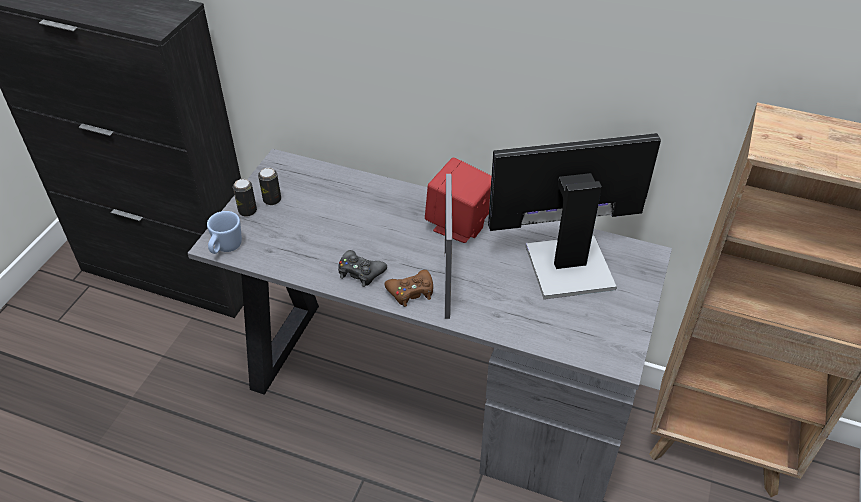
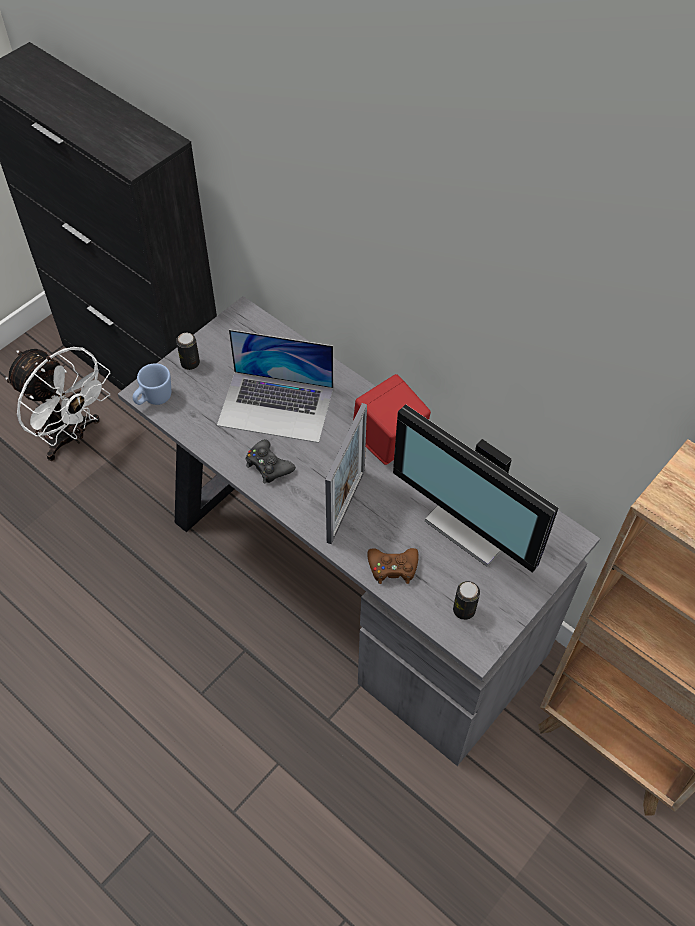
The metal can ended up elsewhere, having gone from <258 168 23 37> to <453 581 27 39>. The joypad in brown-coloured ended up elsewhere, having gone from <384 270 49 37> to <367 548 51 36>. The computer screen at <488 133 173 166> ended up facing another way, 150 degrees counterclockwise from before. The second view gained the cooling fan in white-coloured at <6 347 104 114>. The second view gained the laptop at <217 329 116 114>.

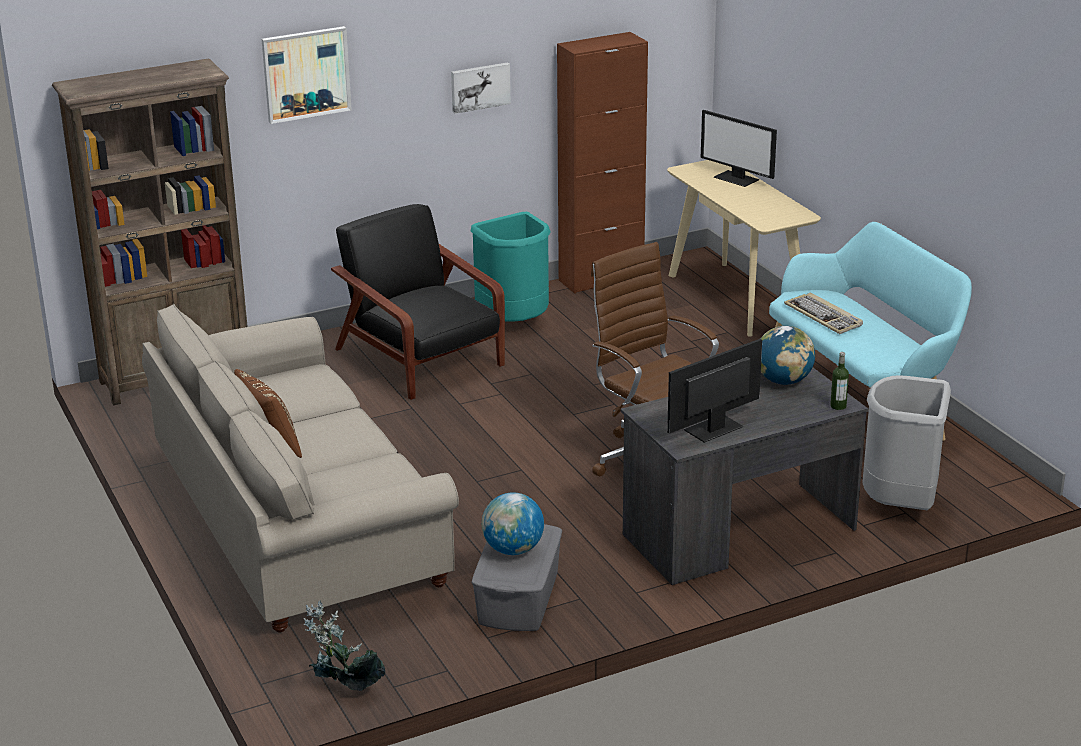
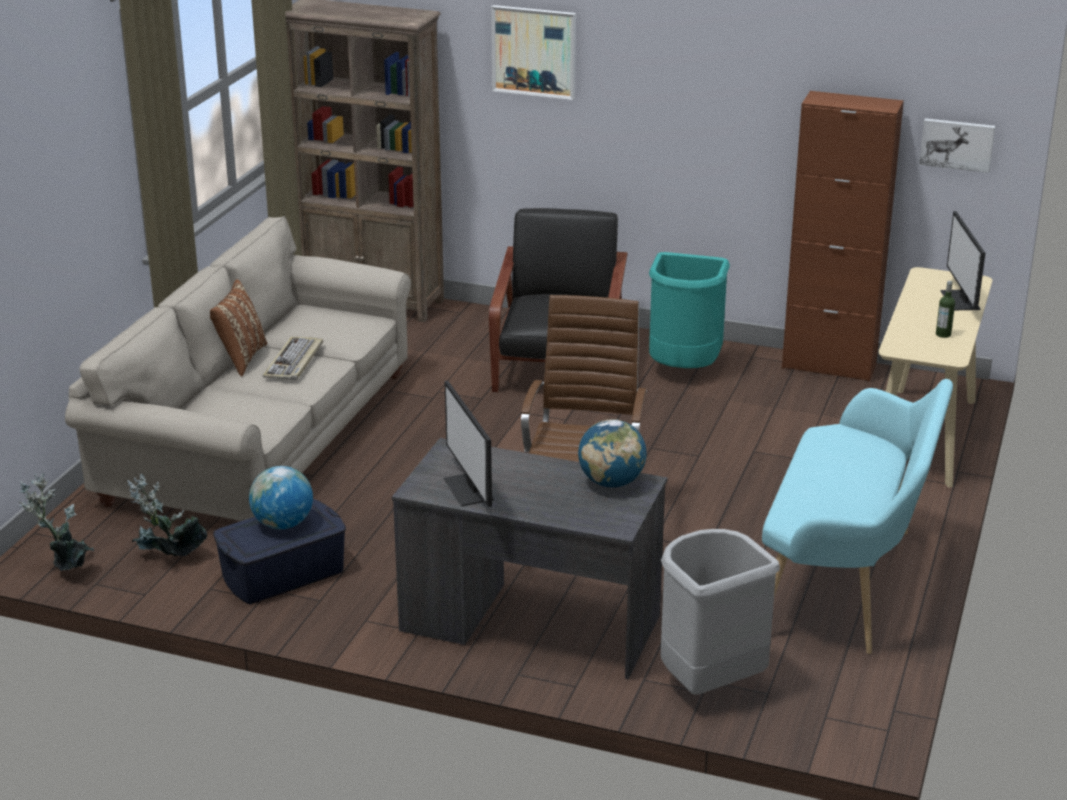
The wall art ended up elsewhere, having gone from <451 62 60 52> to <919 118 76 55>. What was the storage bin in greyish at <472 524 90 107> turned into the storage bin in blue at <213 499 133 105>. The computer screen at <667 339 95 104> ended up facing another way, 120 degrees counterclockwise from before. The PC keyboard ended up elsewhere, having gone from <784 293 79 41> to <263 337 60 44>. The beverage bottle ended up elsewhere, having gone from <830 352 19 58> to <936 281 19 57>. The second view gained the plant in a pot at <127 474 80 82>.

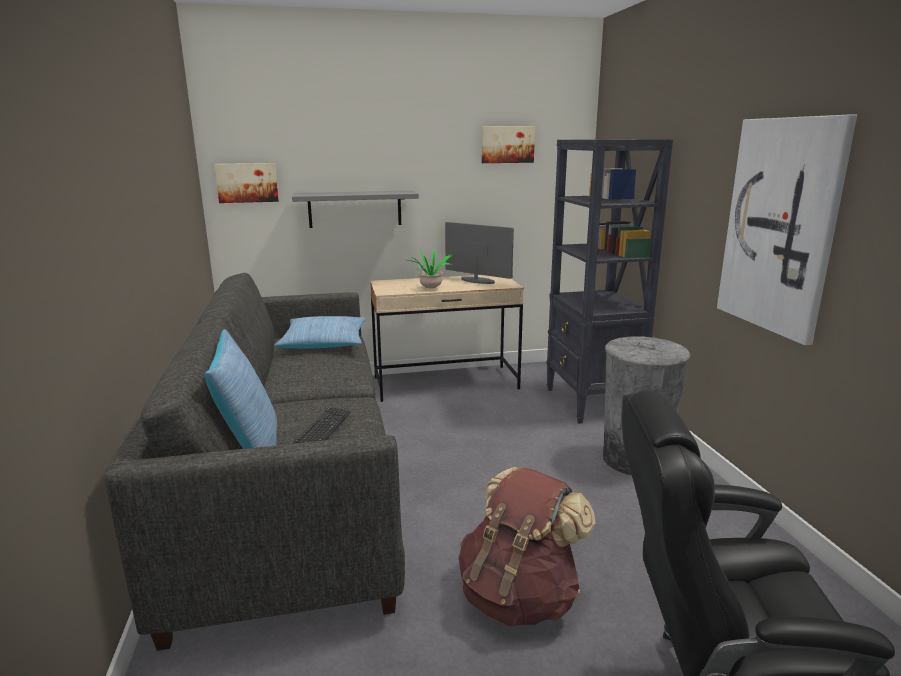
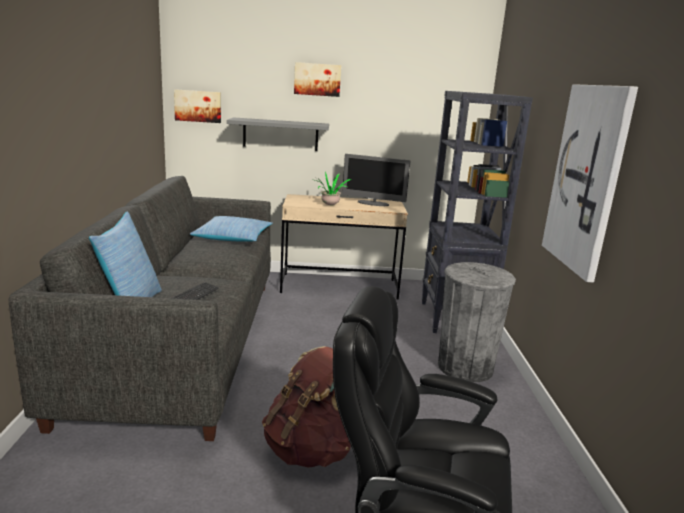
The computer screen at <445 222 69 62> ended up facing another way, 150 degrees clockwise from before. The wall art ended up elsewhere, having gone from <482 126 53 37> to <294 62 47 35>.

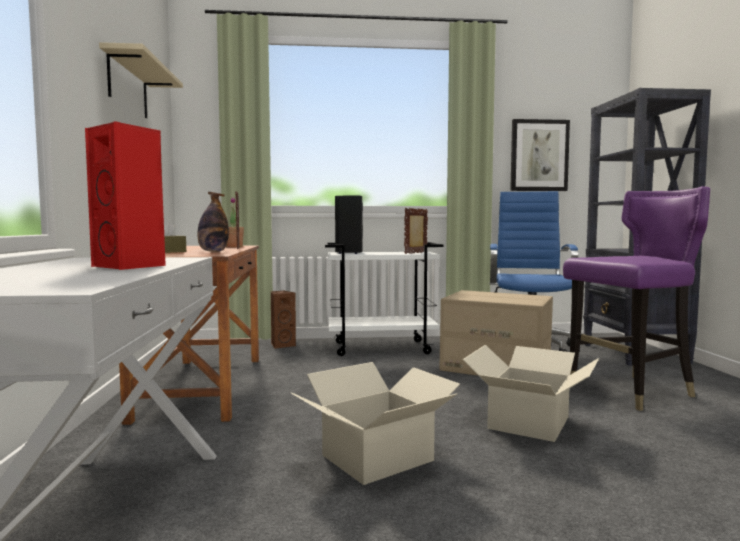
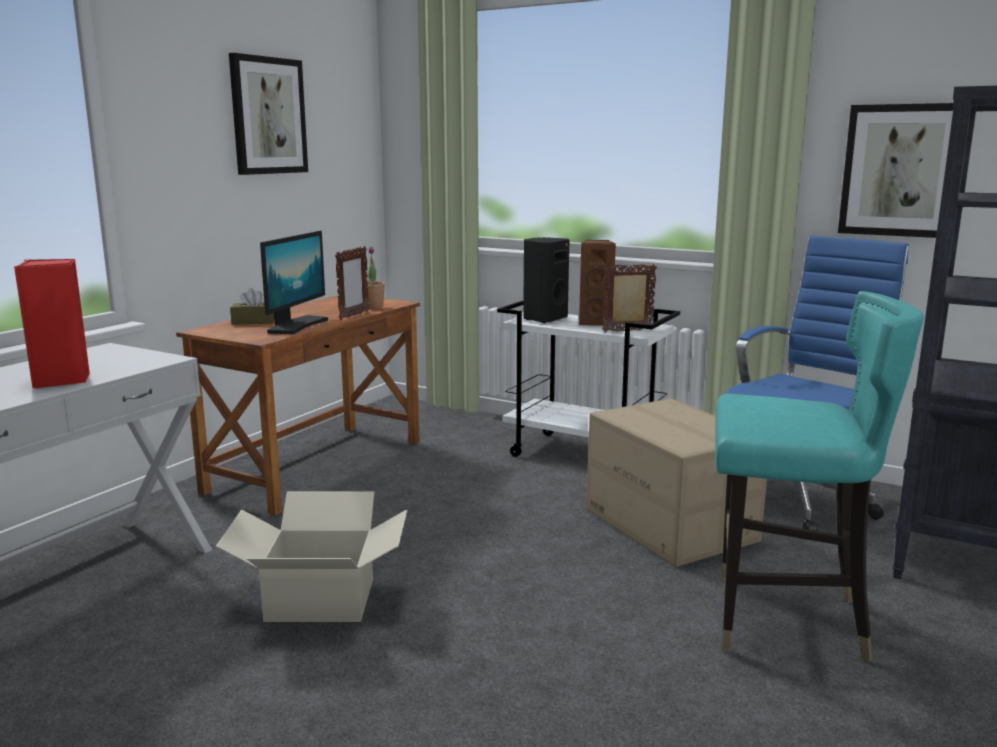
Where the bracket shelf in sand-coloured hung at <99 42 84 76>, the wall art came to hang at <229 53 79 122>. Where the beverage bottle stood at <197 192 32 60>, the computer screen came to stand at <260 231 68 103>. The loudspeaker in brown-coloured ended up elsewhere, having gone from <271 291 25 58> to <579 240 37 86>. The second view lost the cardboard box at <462 345 137 97>. What was the chair in purple-coloured at <563 186 147 225> turned into the chair in blue-green at <715 291 209 371>.

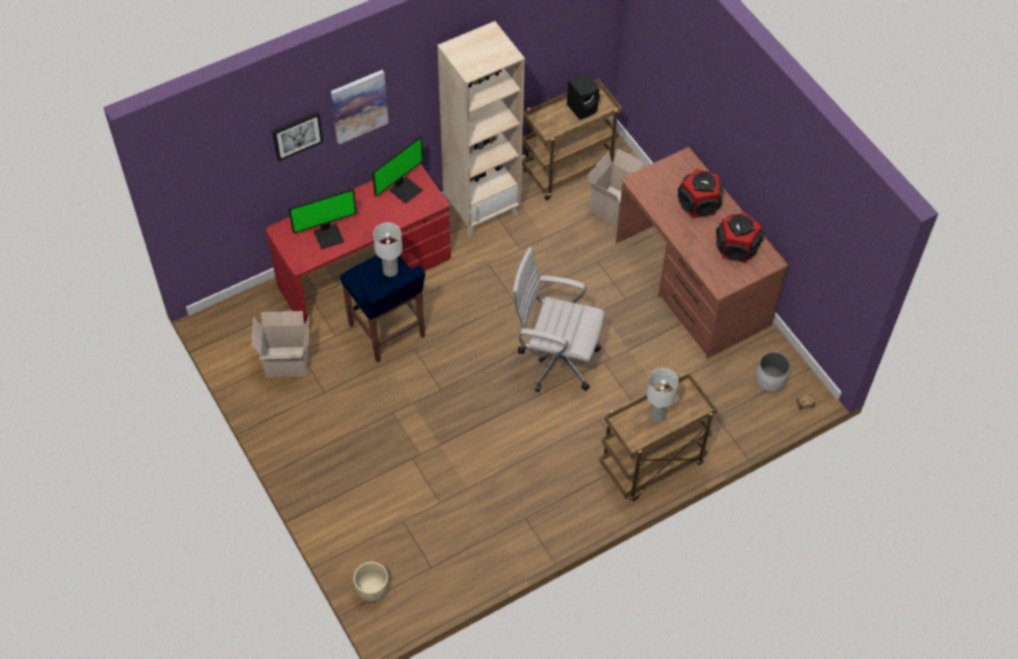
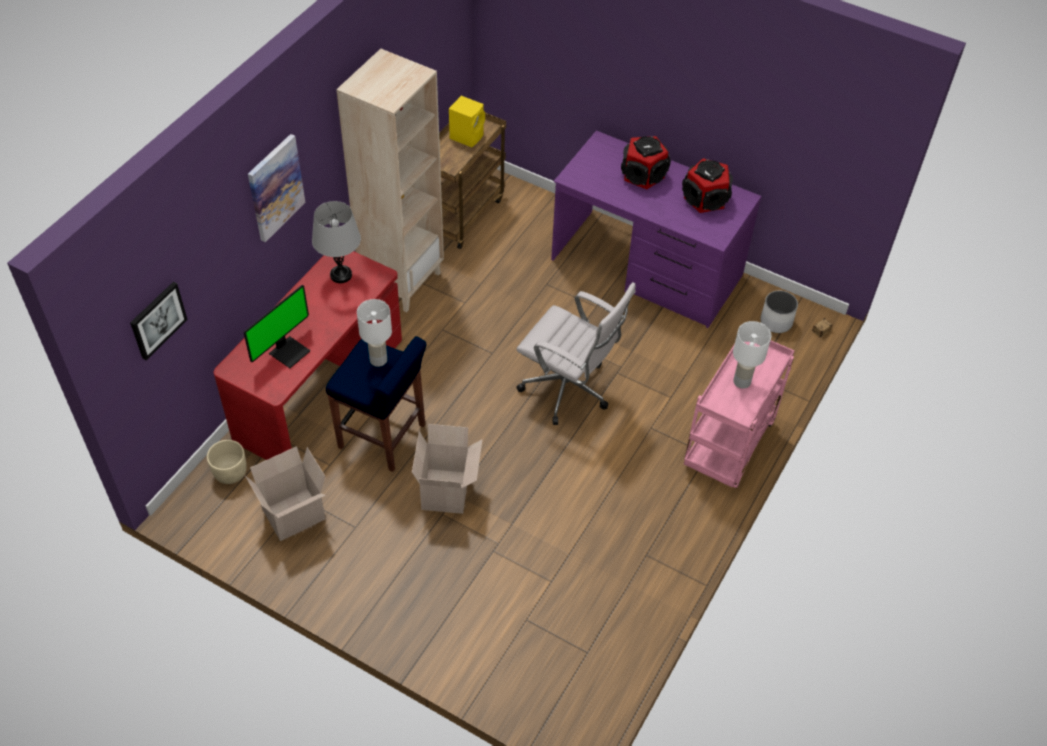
The wall art ended up elsewhere, having gone from <272 111 51 50> to <130 282 58 78>. The plant pot in sand-coloured ended up elsewhere, having gone from <354 562 34 40> to <207 440 40 44>. Where the computer screen stood at <372 136 51 68>, the lamp for a table in greyish came to stand at <312 201 49 82>. The computer chair in white-coloured at <512 247 93 145> ended up facing another way, 135 degrees counterclockwise from before. What was the loudspeaker in black-coloured at <567 72 33 48> turned into the loudspeaker in yellow at <449 96 36 52>. The cardboard box ended up elsewhere, having gone from <587 148 57 77> to <412 424 70 90>. What was the wheeled cart in brown-coloured at <599 373 118 128> turned into the wheeled cart in pink at <684 340 111 148>. What was the desk in brown-coloured at <616 147 172 212> turned into the desk in purple-coloured at <551 130 211 198>.

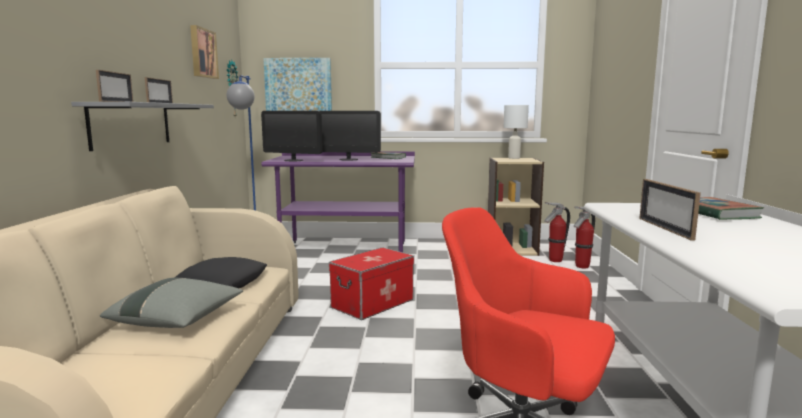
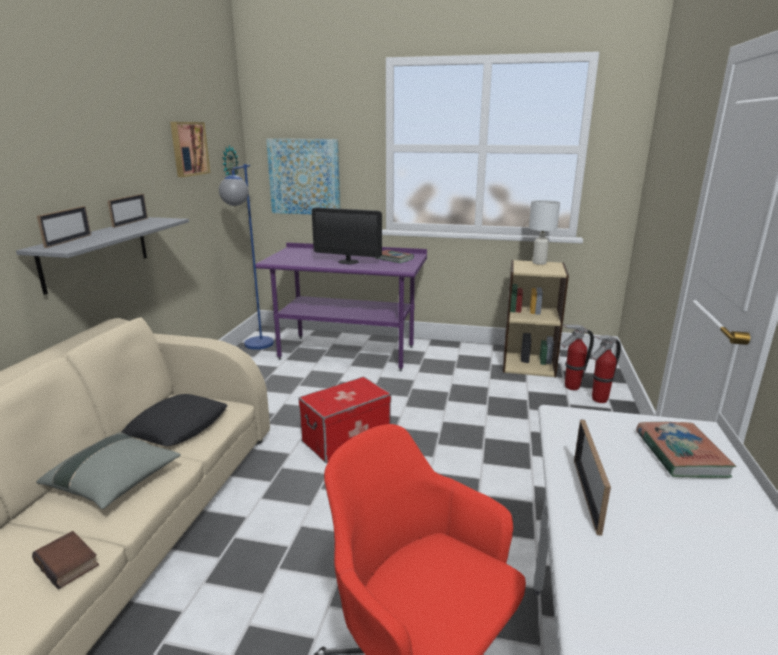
The second view lost the computer screen at <261 111 62 51>. The second view gained the bound book at <32 531 67 58>.

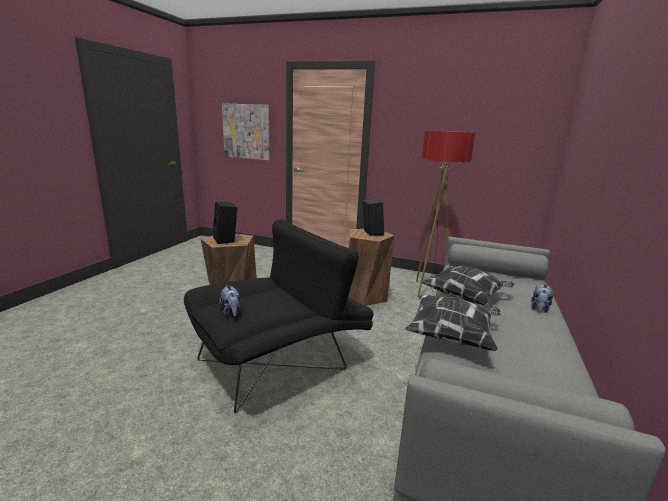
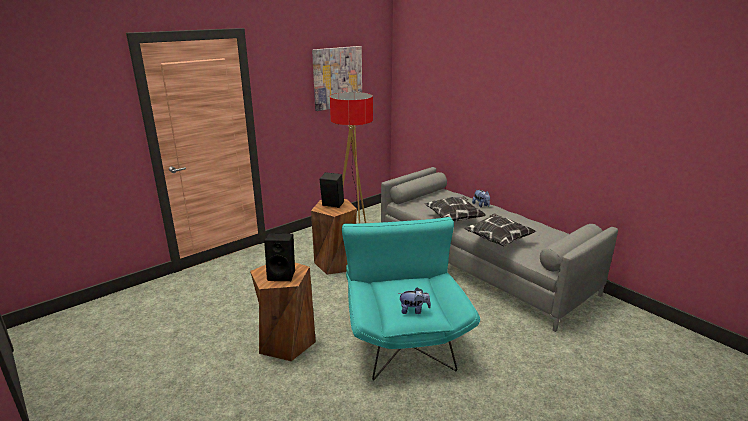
What was the armchair in black-coloured at <184 219 190 194> turned into the armchair in blue-green at <342 217 138 163>. The wall art ended up elsewhere, having gone from <222 103 48 57> to <312 46 50 65>.

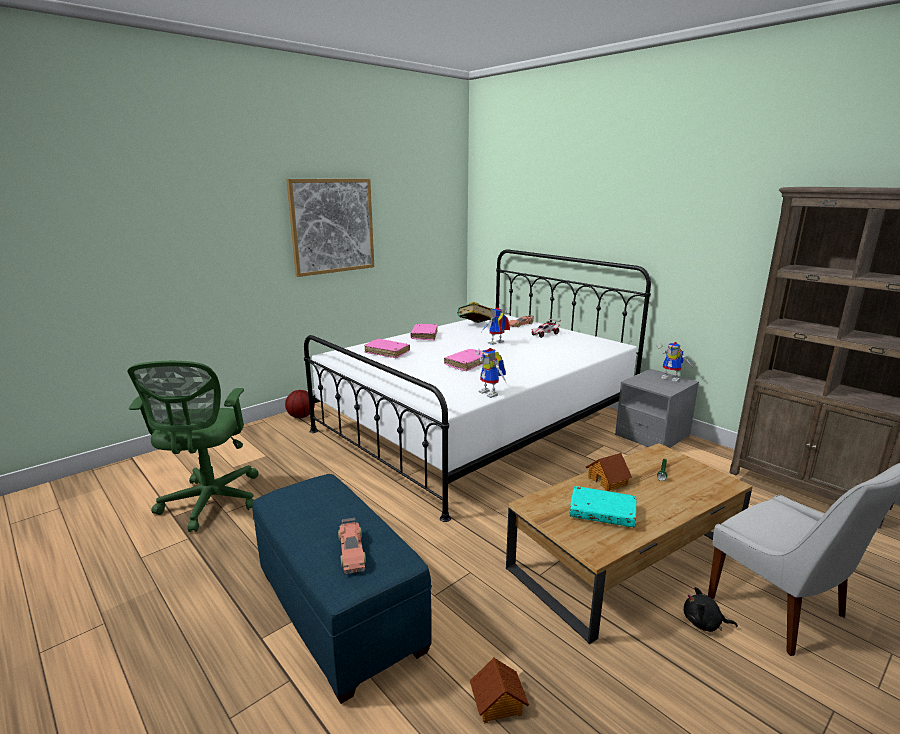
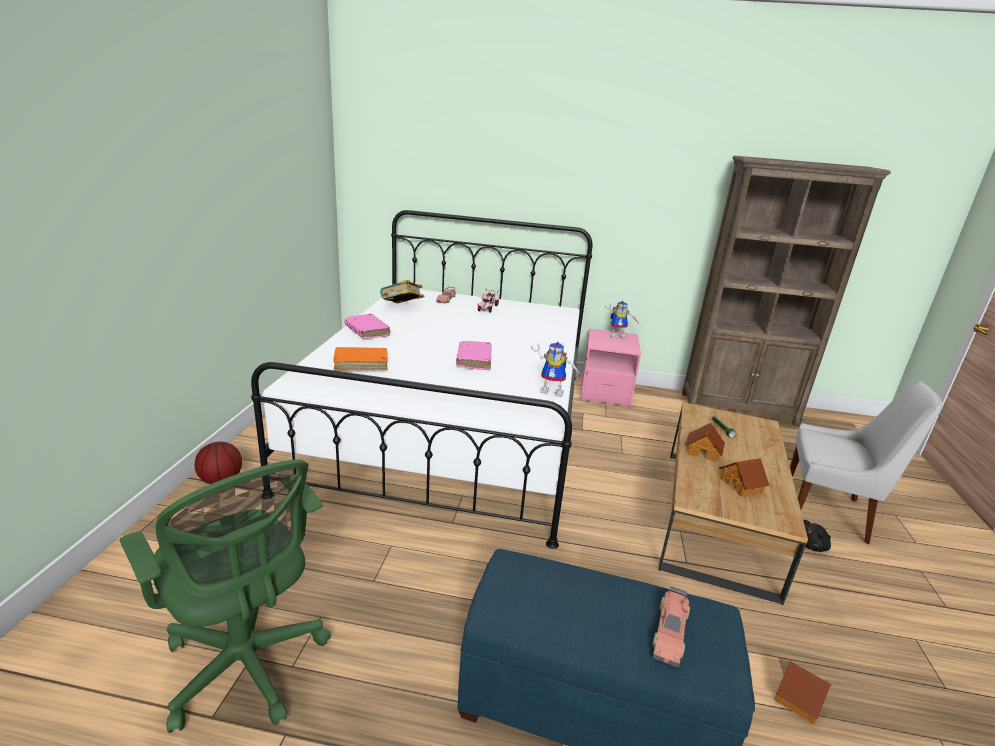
The second view lost the wall art at <286 179 88 98>. The miniature car at <338 518 28 56> ended up facing another way, 75 degrees clockwise from before. What was the bound book in pink at <364 339 46 19> turned into the bound book in orange at <333 347 55 24>. The second view lost the robot figure at <482 307 29 38>. Where the bound book in blue-green stood at <570 486 66 41>, the toy house came to stand at <719 458 51 38>. What was the bedside table in greyish at <615 369 84 79> turned into the bedside table in pink at <580 328 61 79>.

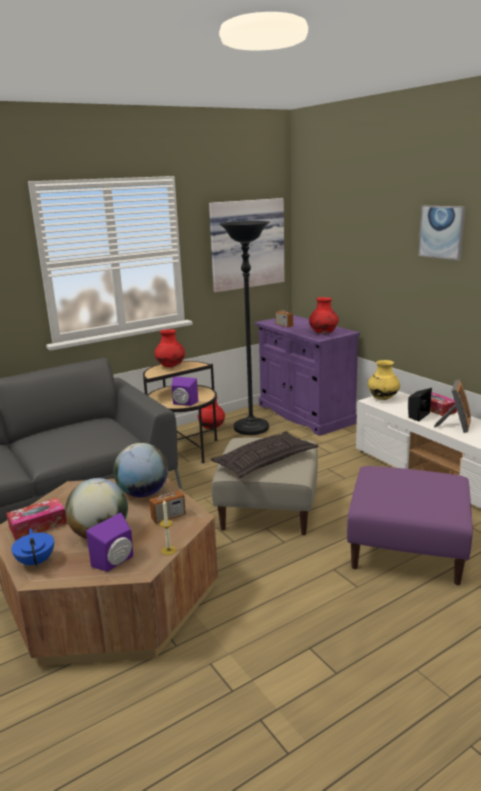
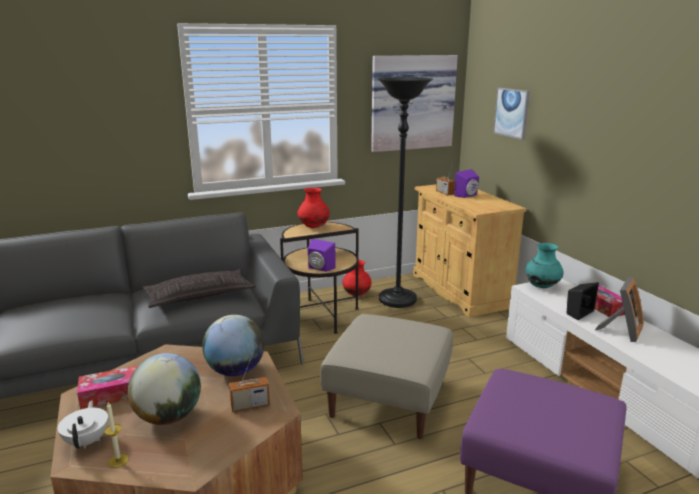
What was the pot for tea in blue at <11 528 43 40> turned into the pot for tea in white-coloured at <58 400 50 49>. The loudspeaker in purple-coloured ended up elsewhere, having gone from <86 513 47 59> to <454 169 25 29>. The wax candle ended up elsewhere, having gone from <160 500 17 55> to <104 402 25 66>. The cushion ended up elsewhere, having gone from <211 431 107 47> to <142 269 114 39>. What was the cabinet in purple-coloured at <255 315 105 121> turned into the cabinet in sand-coloured at <413 184 113 133>. The second view lost the flower vase in reddish at <309 297 30 37>. What was the flower vase in yellow at <368 360 32 40> turned into the flower vase in blue-green at <525 243 39 45>. The wall art ended up elsewhere, having gone from <418 206 48 54> to <493 88 37 52>.

